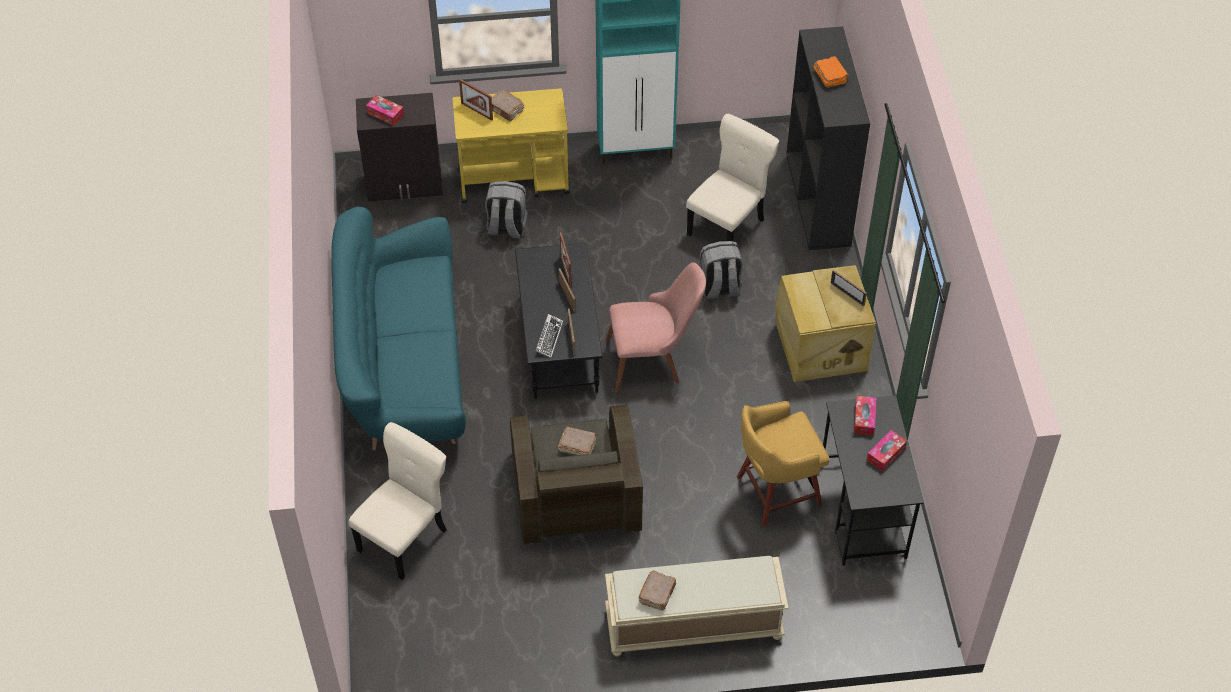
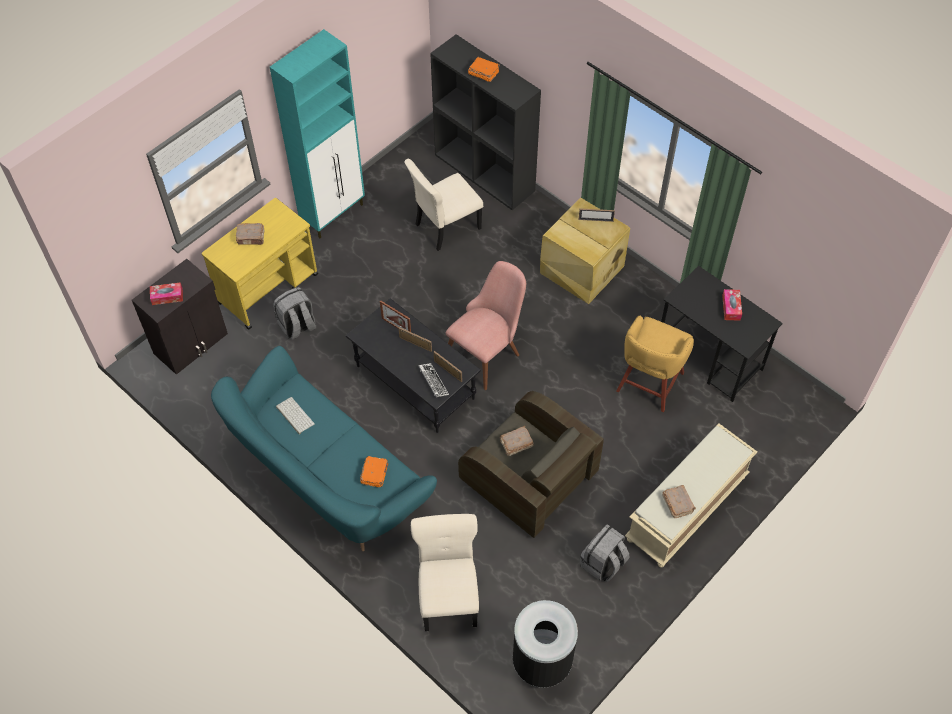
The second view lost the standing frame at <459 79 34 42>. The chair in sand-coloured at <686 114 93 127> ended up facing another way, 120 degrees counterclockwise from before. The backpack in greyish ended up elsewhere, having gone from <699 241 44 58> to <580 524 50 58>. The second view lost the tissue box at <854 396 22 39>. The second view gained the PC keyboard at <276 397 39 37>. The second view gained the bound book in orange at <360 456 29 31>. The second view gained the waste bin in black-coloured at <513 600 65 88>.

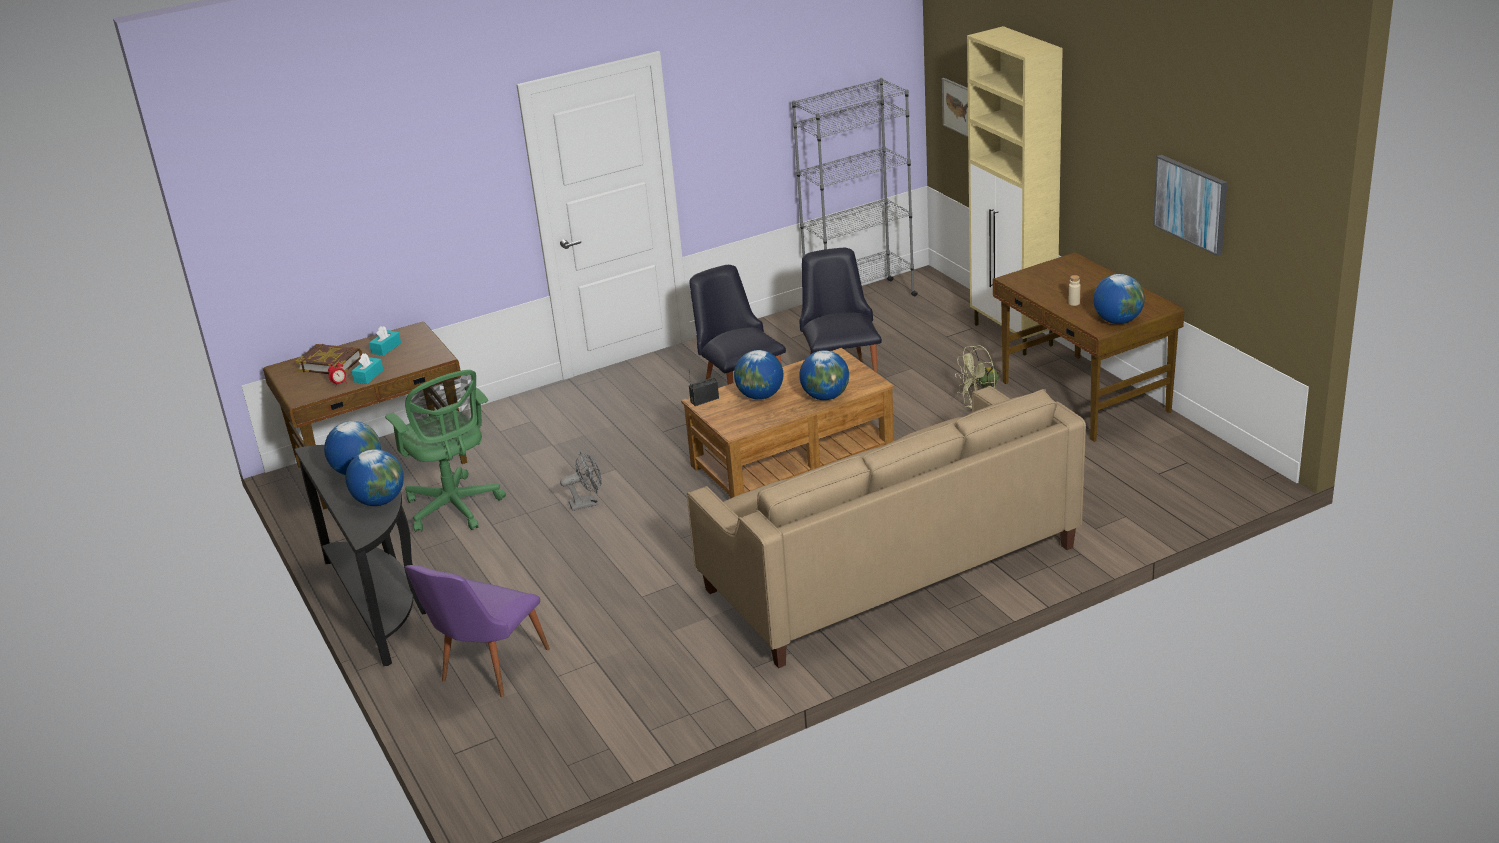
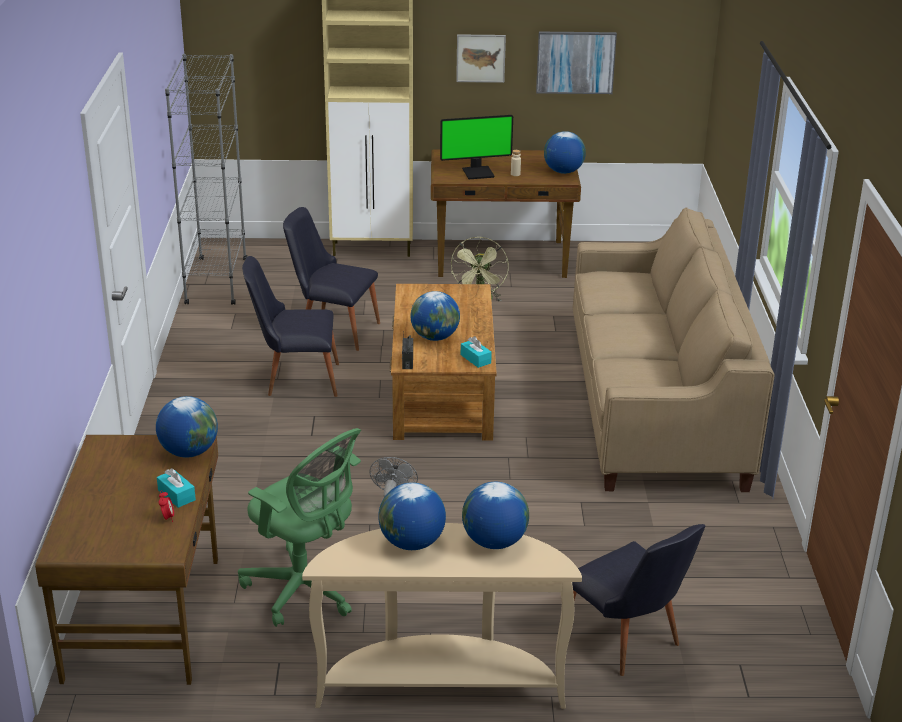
What was the console table in black-coloured at <294 445 132 221> turned into the console table in sand-coloured at <302 523 280 186>. The second view lost the bound book at <295 344 67 30>. The tissue box in blue-green ended up elsewhere, having gone from <369 326 32 30> to <461 336 31 32>. The computer chair in greenish at <385 370 121 162> ended up facing another way, 45 degrees clockwise from before. What was the chair in purple-coloured at <405 565 145 132> turned into the chair in black-coloured at <572 524 133 152>. The world globe ended up elsewhere, having gone from <799 350 50 50> to <156 396 62 62>. The wall art ended up elsewhere, having gone from <942 78 26 59> to <456 34 50 49>. The second view gained the computer screen at <440 115 73 64>.

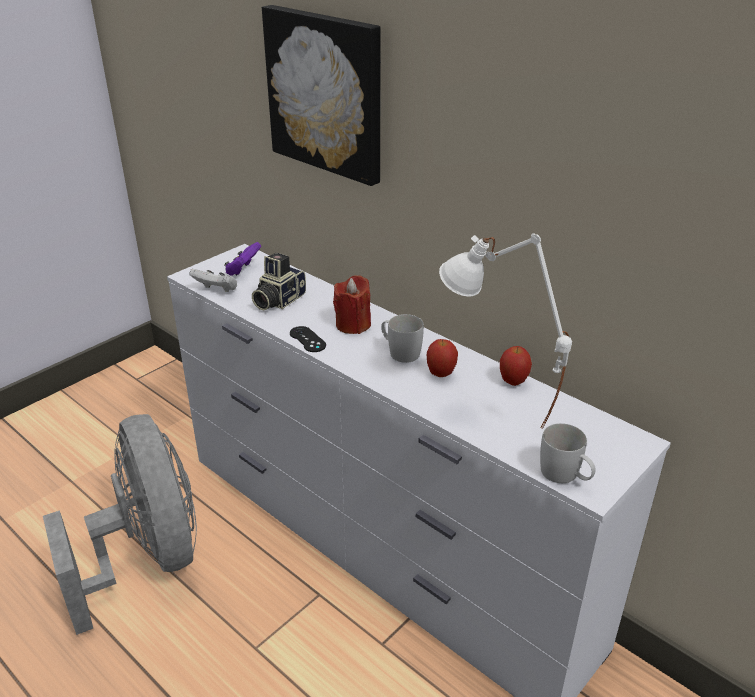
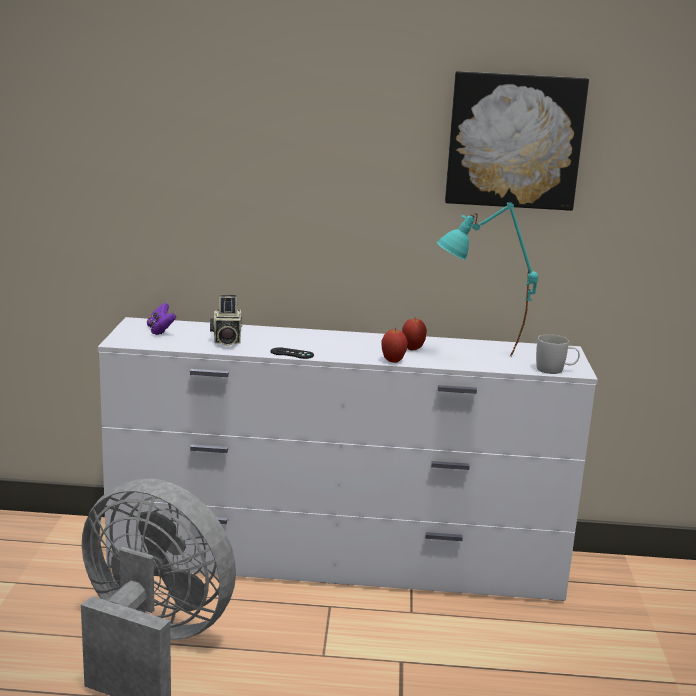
The second view lost the joypad in white-coloured at <190 269 47 23>. The wall art ended up elsewhere, having gone from <262 5 119 181> to <445 71 144 140>. The second view lost the wax candle in reddish at <333 275 38 59>. The second view lost the tea mug in white-coloured at <381 314 43 49>. What was the lamp for a table in white-coloured at <439 233 133 196> turned into the lamp for a table in blue-green at <437 202 101 155>. The apple ended up elsewhere, having gone from <500 346 32 40> to <381 328 27 35>.

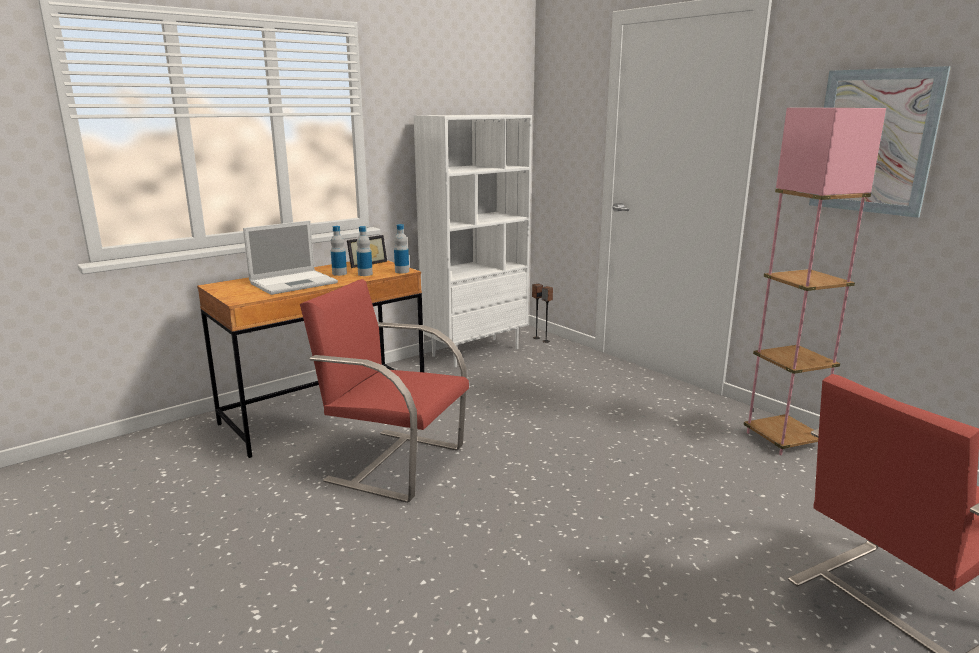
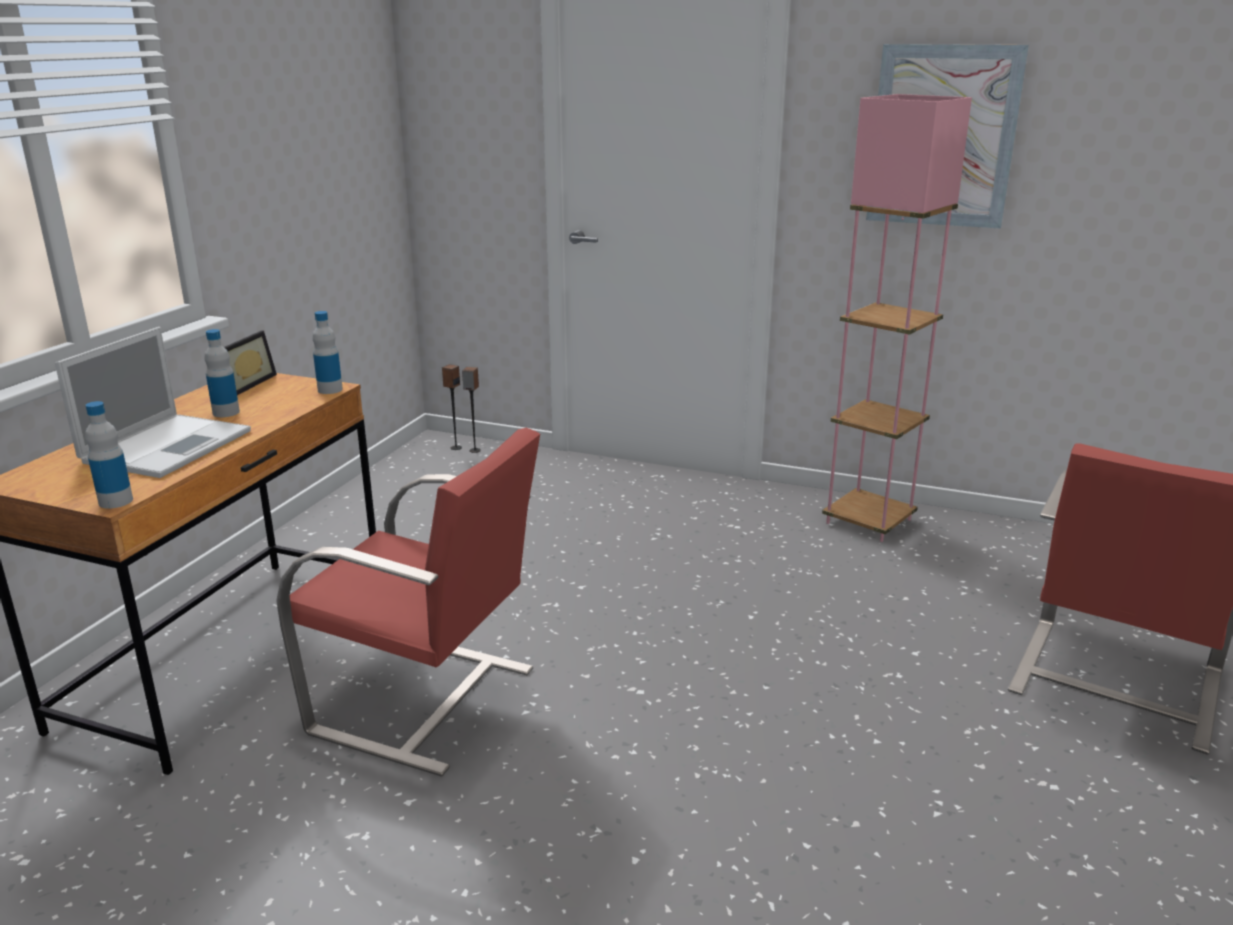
The chair in reddish at <300 279 169 224> ended up facing another way, 150 degrees counterclockwise from before. The beverage bottle ended up elsewhere, having gone from <357 226 16 50> to <85 401 48 108>. The second view lost the bookshelf in white-coloured at <414 115 118 252>.

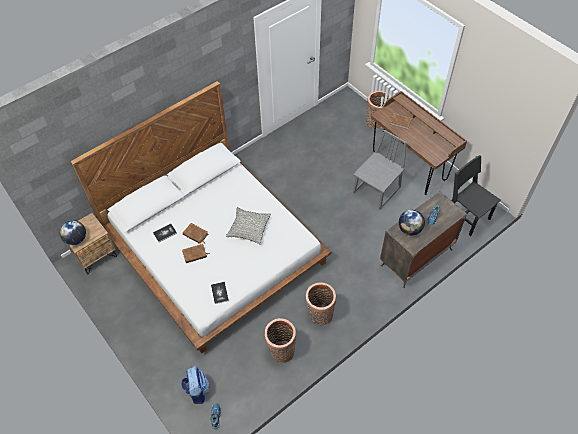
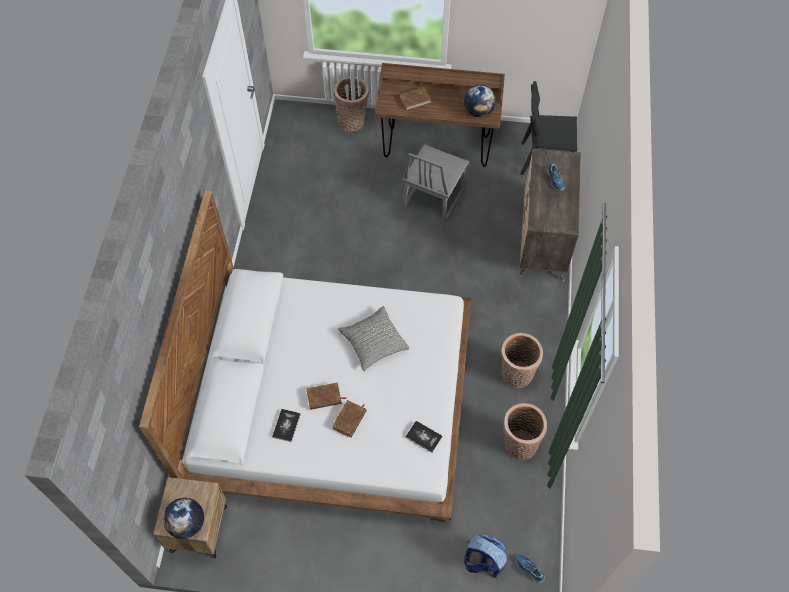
The chair in greyish at <353 130 53 80> ended up facing another way, 150 degrees counterclockwise from before. The world globe ended up elsewhere, having gone from <398 210 27 26> to <464 85 32 32>.

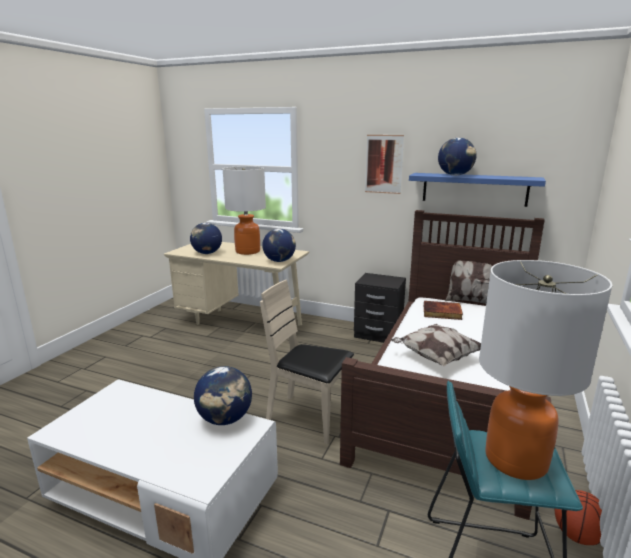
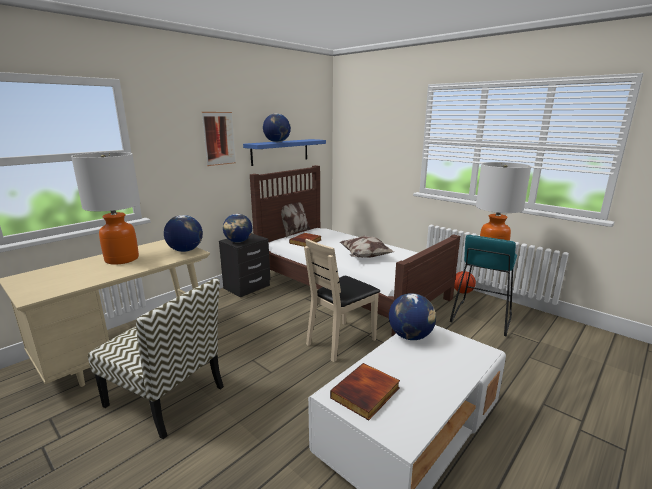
The world globe ended up elsewhere, having gone from <190 223 32 31> to <223 214 29 29>. The second view gained the chair at <88 278 136 161>. The second view gained the bound book at <330 363 70 57>.

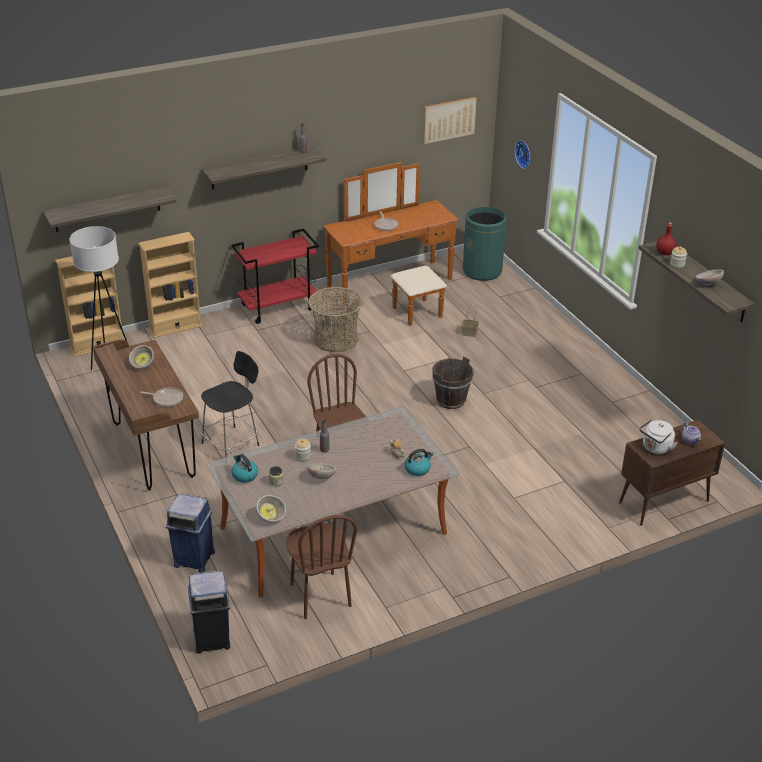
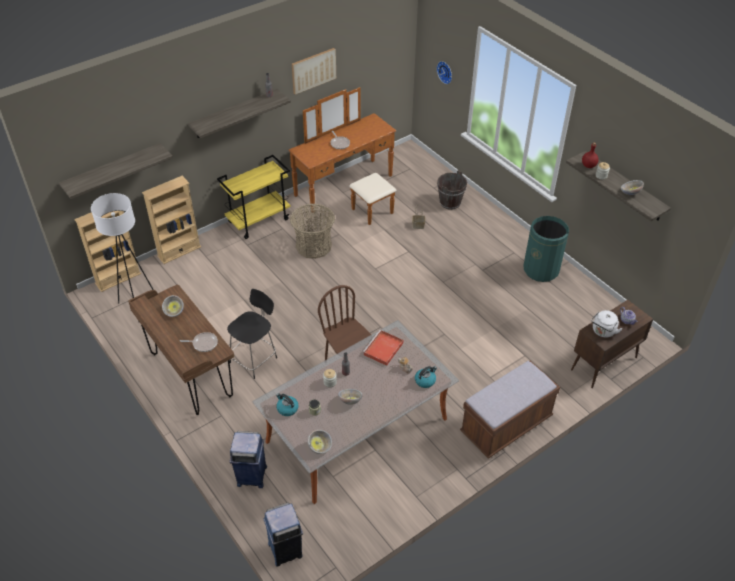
What was the wheeled cart in reddish at <231 229 88 95> turned into the wheeled cart in yellow at <217 155 74 84>. The second view lost the chair in brown-coloured at <286 515 71 104>. The wall art ended up elsewhere, having gone from <423 97 54 47> to <292 48 44 47>. The pail in brown-coloured ended up elsewhere, having gone from <432 356 42 53> to <437 170 30 40>. The waste bin in greenish ended up elsewhere, having gone from <463 207 44 74> to <523 216 46 66>. The second view gained the tray in reddish at <363 330 41 36>. The second view gained the long seat in brown-coloured at <460 361 100 98>.

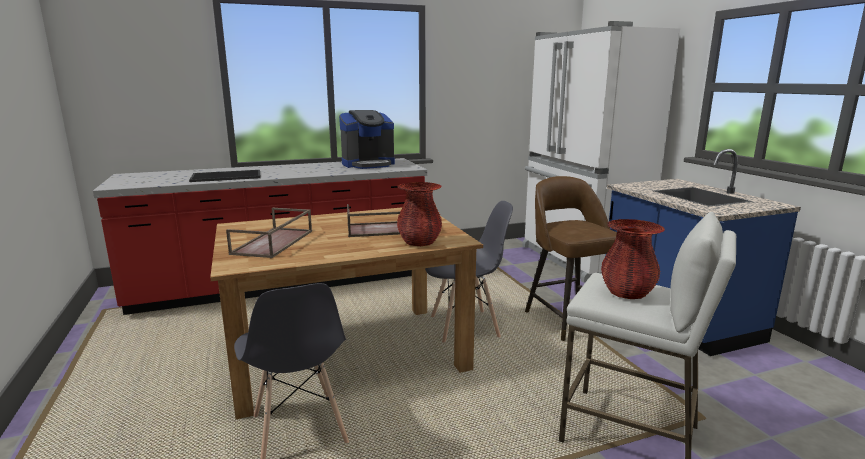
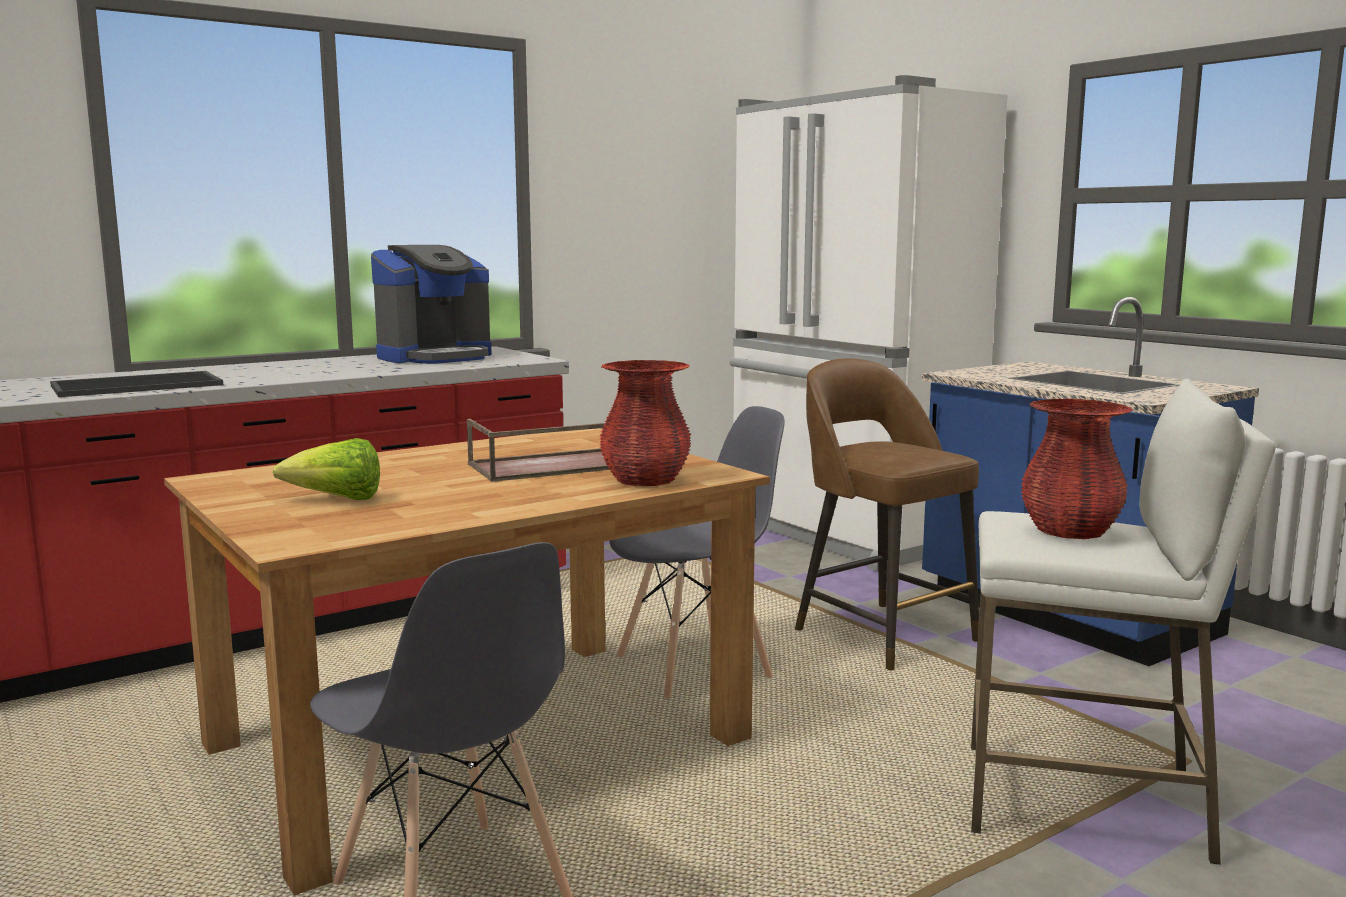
Where the tray in brown-coloured stood at <226 208 86 50>, the head of lettuce came to stand at <273 438 107 62>.

